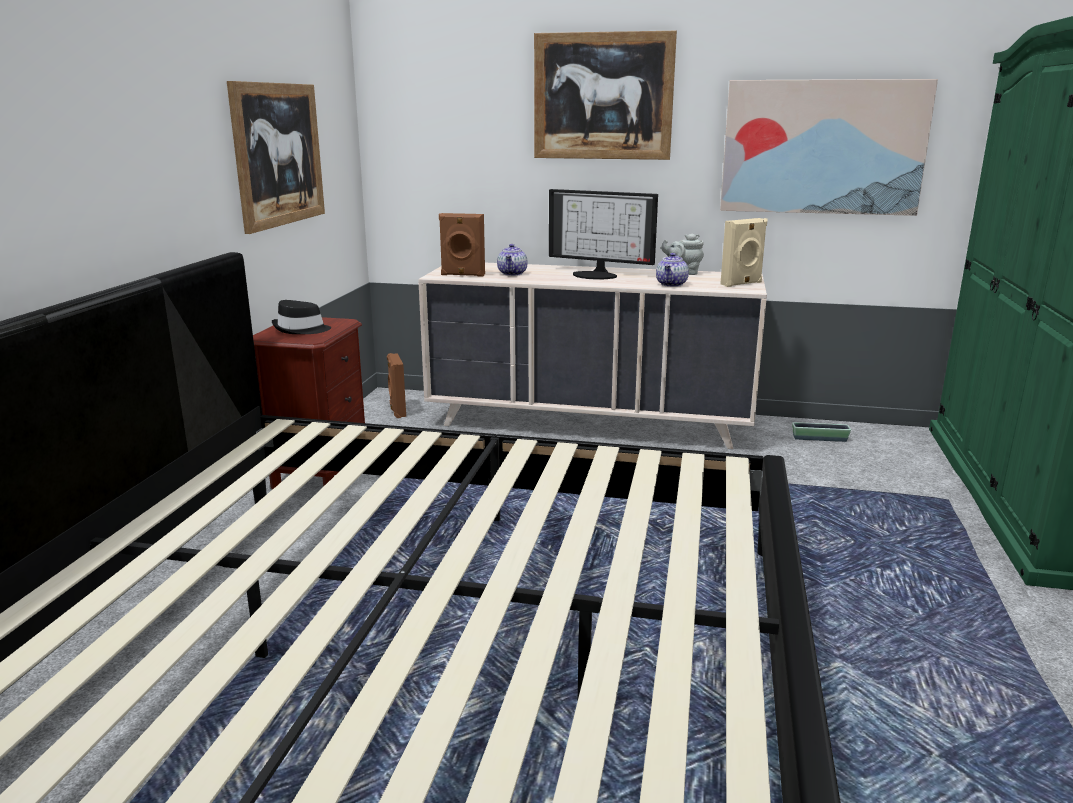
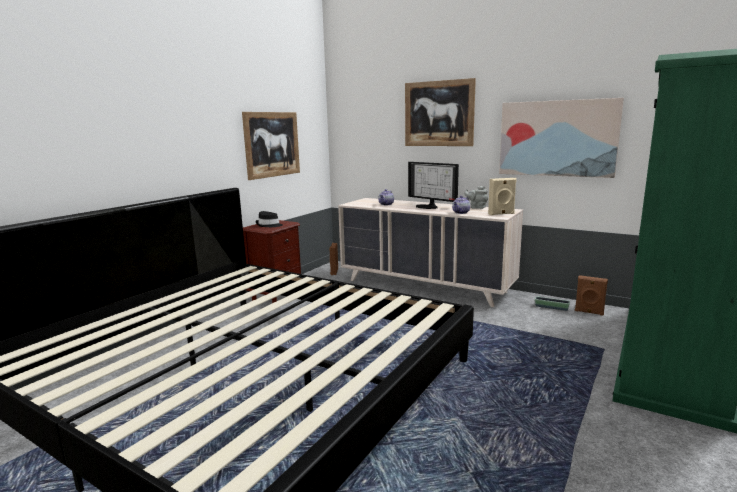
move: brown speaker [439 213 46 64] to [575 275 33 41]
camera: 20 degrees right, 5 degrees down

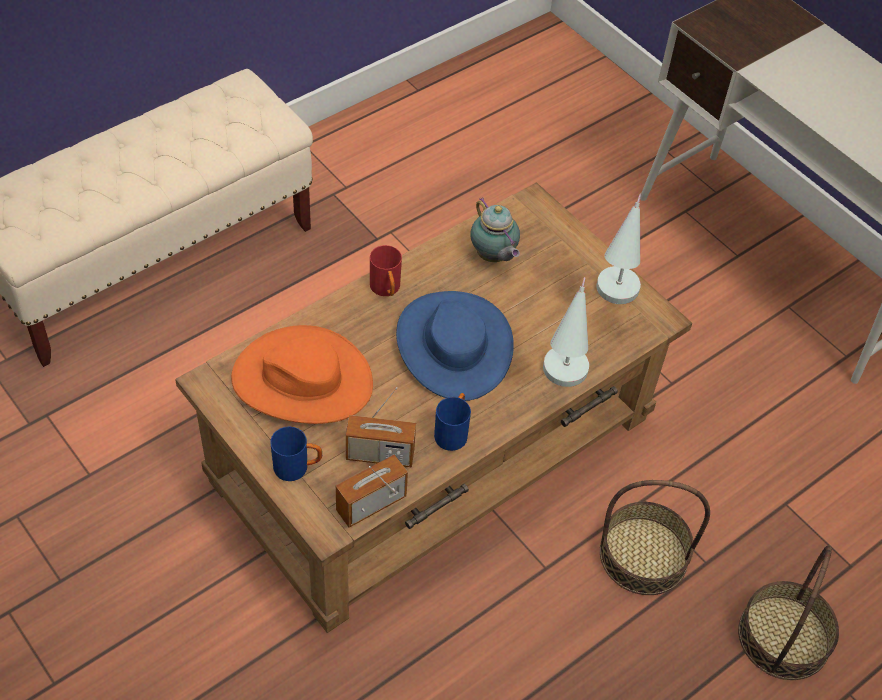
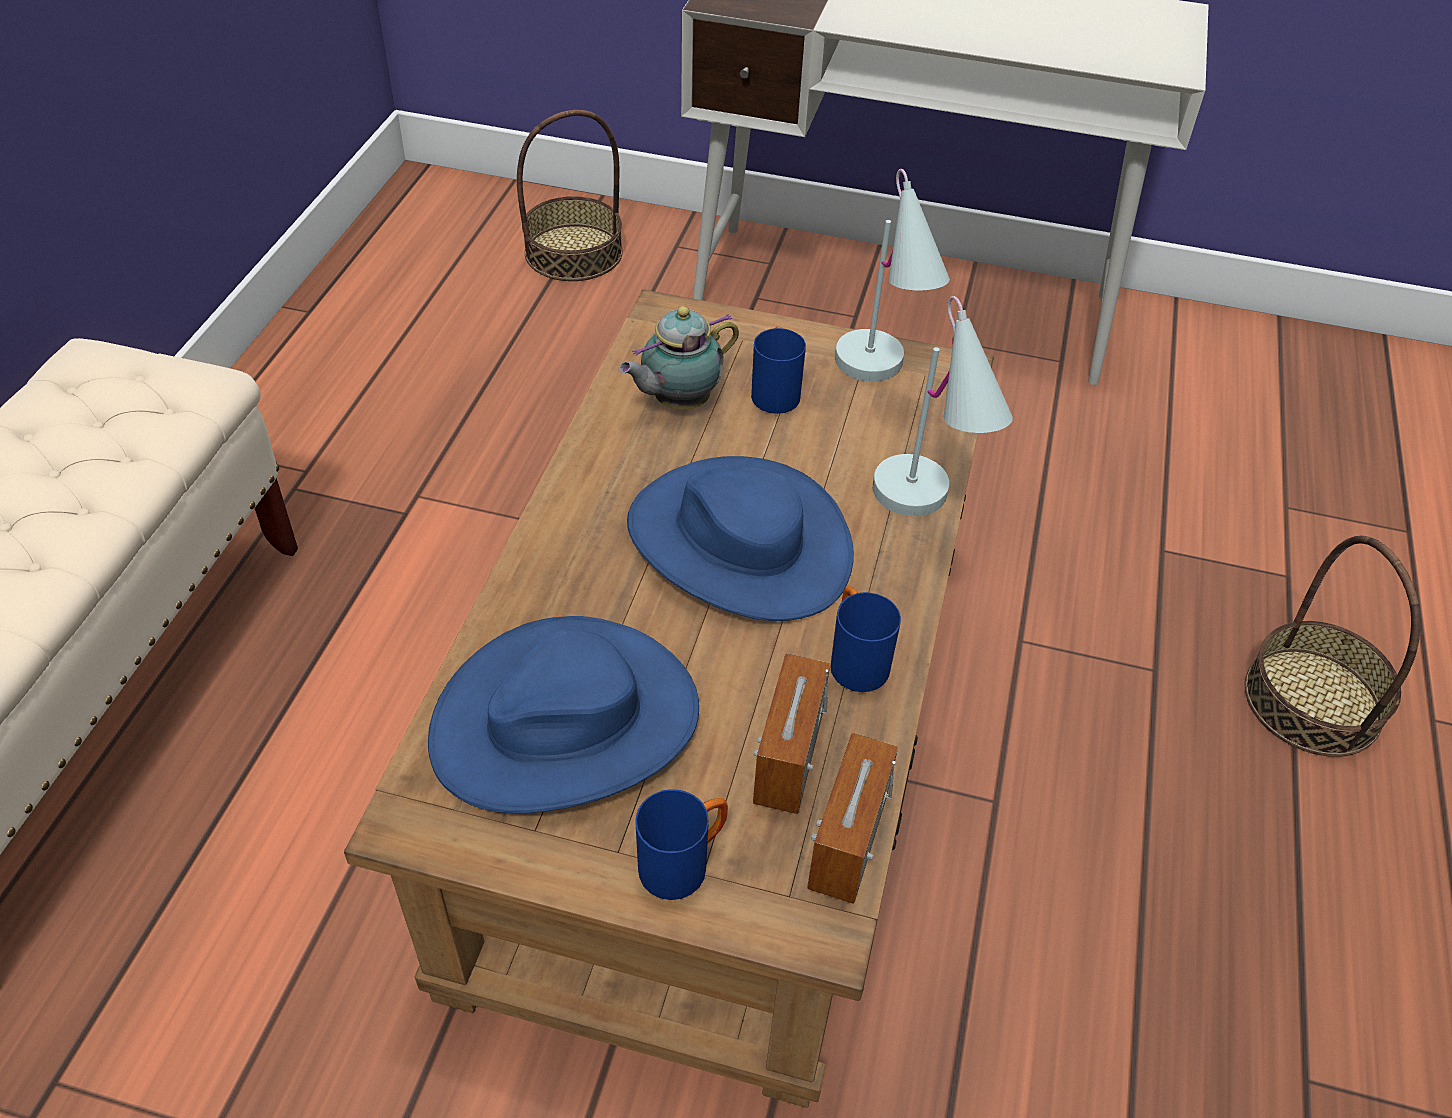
delete: red mug [370 245 32 51]
insert: blue mug [751 326 55 88]
move: basket [600 480 110 115] to [517 110 106 171]
recolor: orange hat [231 325 142 99] to blue hat [428 616 271 198]
rotate: radio [346 387 70 80] = [753 654 77 160] 135 degrees clockwise; teapot [470 198 50 64] = [619 306 120 104] 120 degrees clockwise
camera: 35 degrees left, 5 degrees down

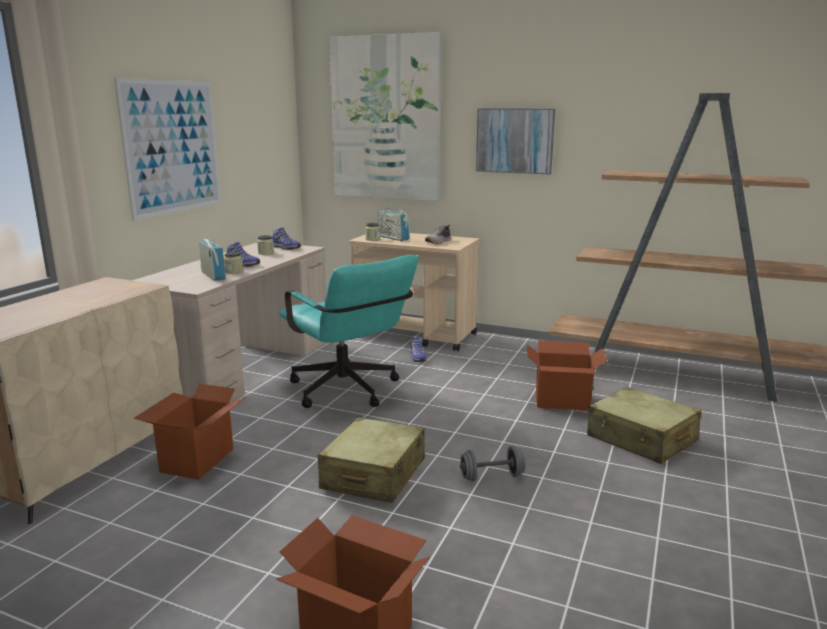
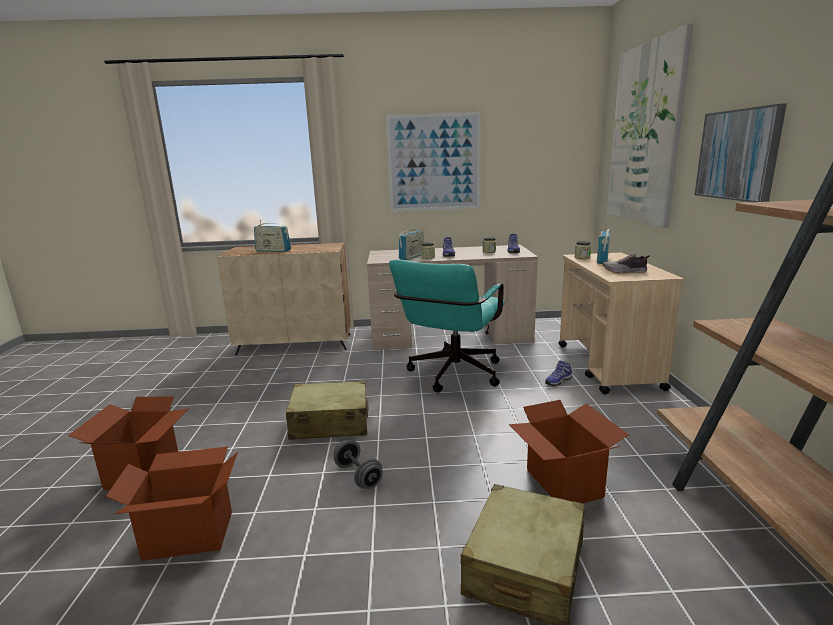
insert: radio [254 220 37 32]
move: cardboard box [134 384 112 96] to [106 447 132 114]
camera: 65 degrees right, 0 degrees up

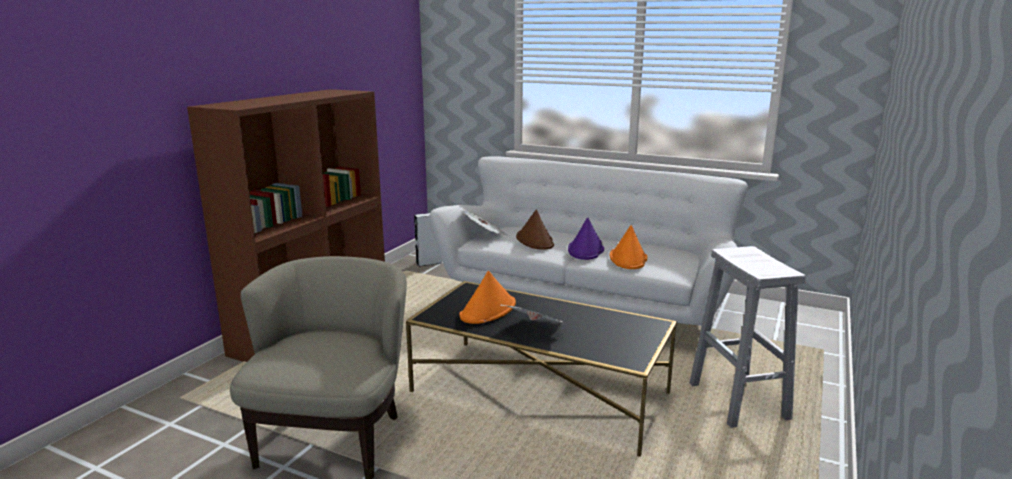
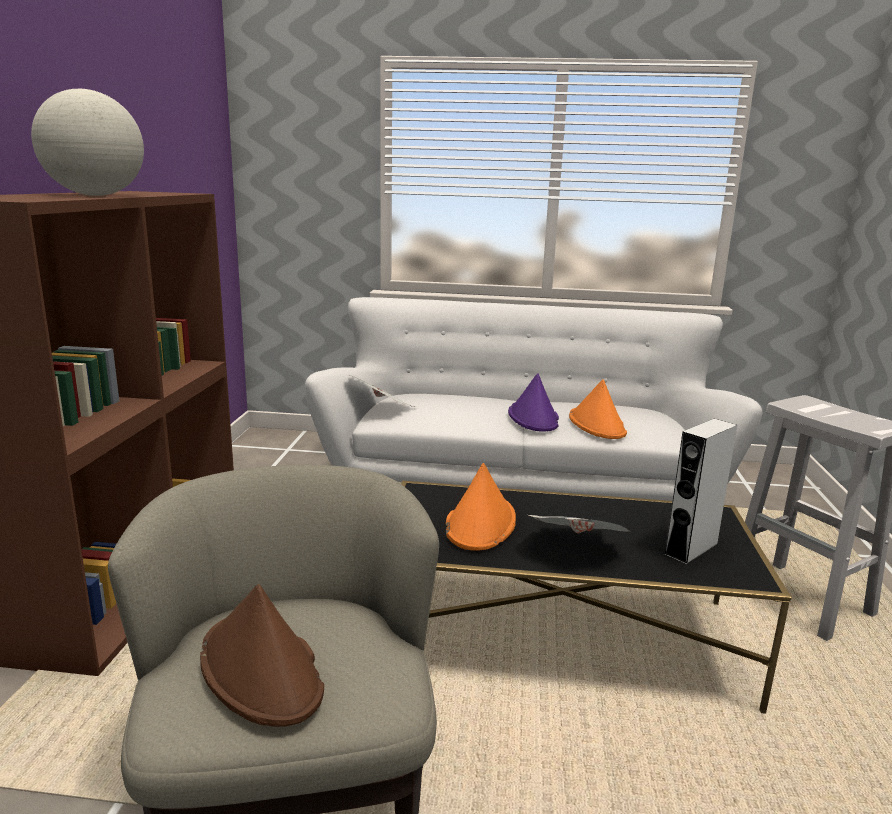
insert: globe [31 89 113 107]
move: grey speaker [414 213 28 54] to [664 419 73 146]; brown hat [516 209 38 41] to [200 584 124 143]
camera: 20 degrees left, 0 degrees up

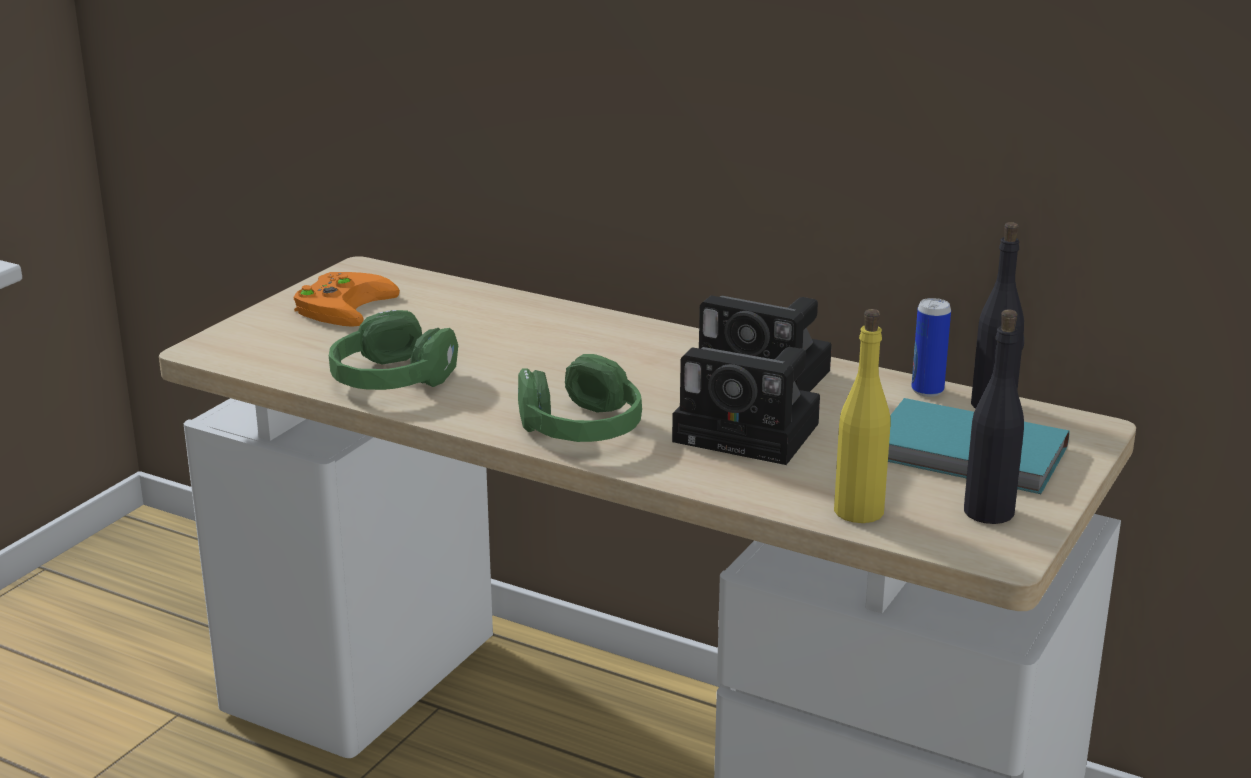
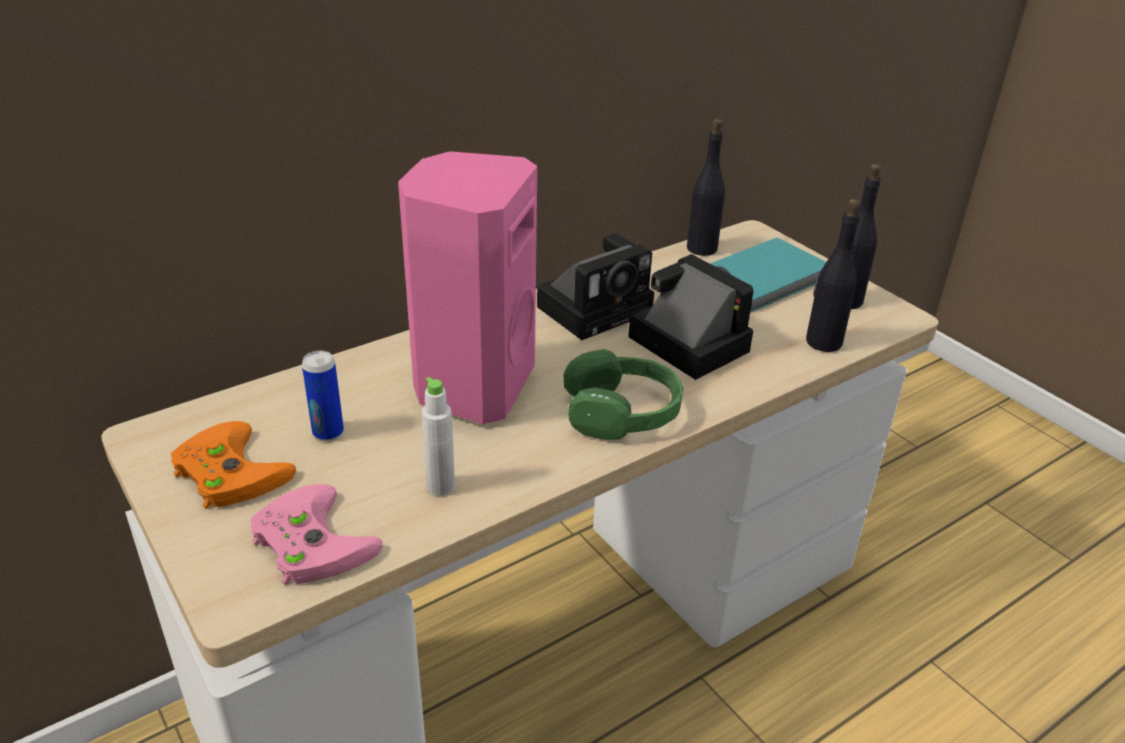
insert: pink game controller [251 484 132 101]; pink speaker [398 151 139 273]
move: can [911 298 40 99] to [302 351 42 90]
replace: green headphones [329 310 129 80] to white bottle [422 377 33 119]
recolor: yellow bottle [834 309 57 214] to black bottle [806 199 54 153]
rotate: photo camera [672 347 148 118] = [628 254 126 126] 90 degrees counterclockwise
camera: 65 degrees left, 10 degrees up

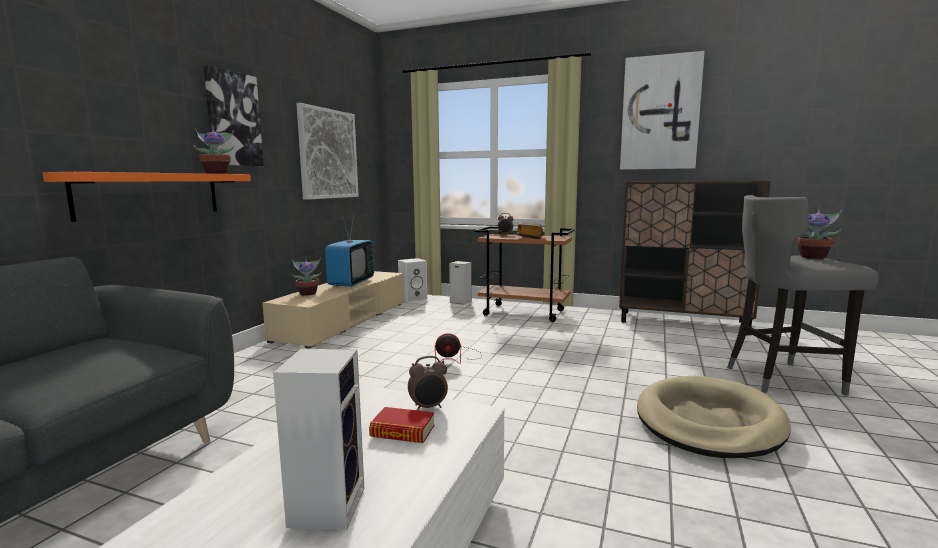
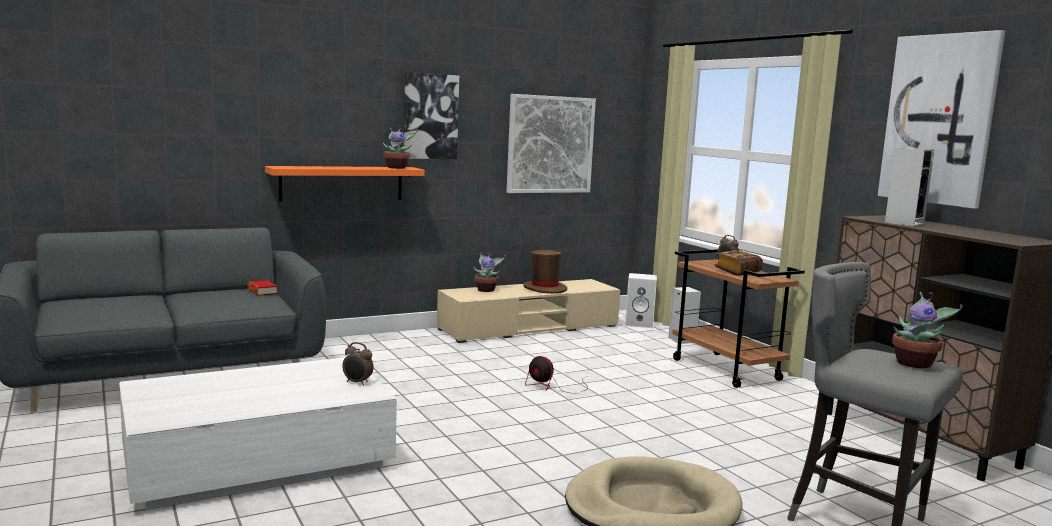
move: speaker [273 349 91 181] to [885 148 49 78]; book [369 407 65 36] to [247 280 30 16]
replace: television [325 214 49 73] to brown hat [523 250 44 44]
camera: 40 degrees right, 0 degrees up

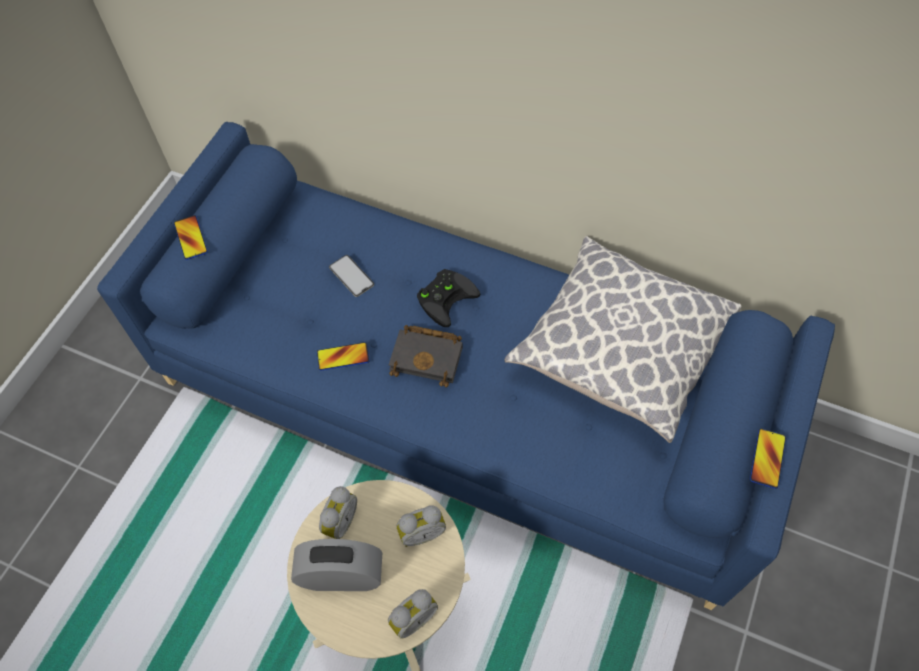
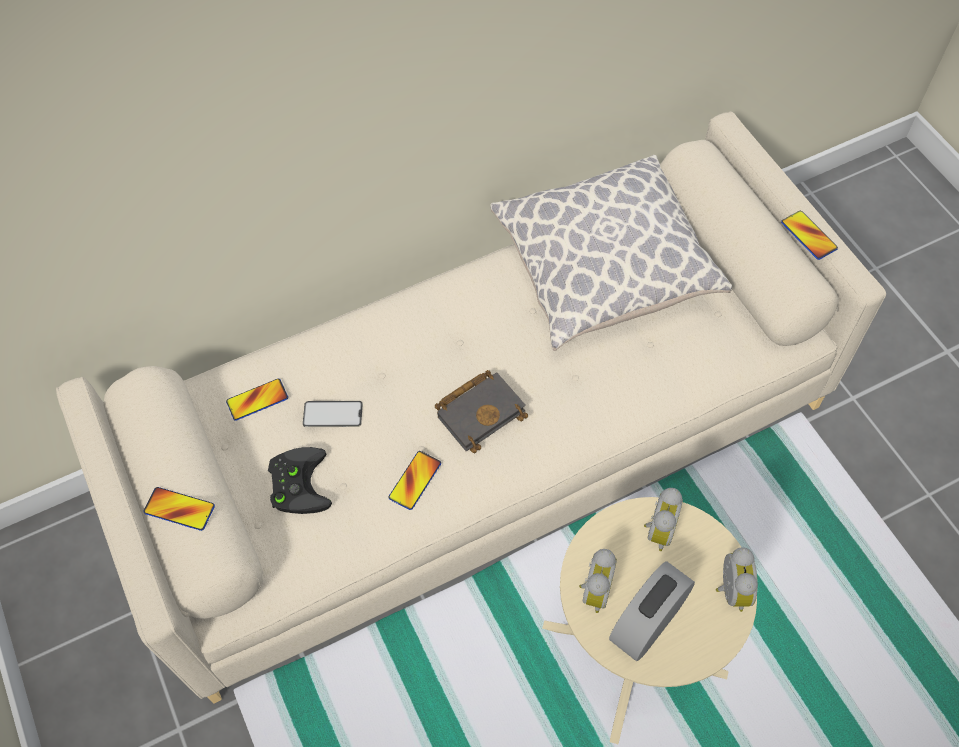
insert: phone [226 379 62 42]
move: black game controller [417 269 63 58] to [268 447 64 67]
recolor: blue sofa [97 122 738 488] to beige sofa [56 112 830 592]
rotate: alarm clock [319 486 38 53] = [579 549 38 64] 45 degrees clockwise
camera: 50 degrees left, 0 degrees up

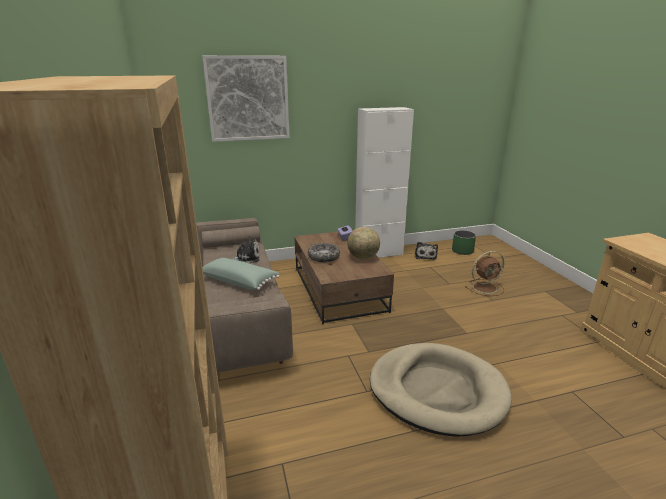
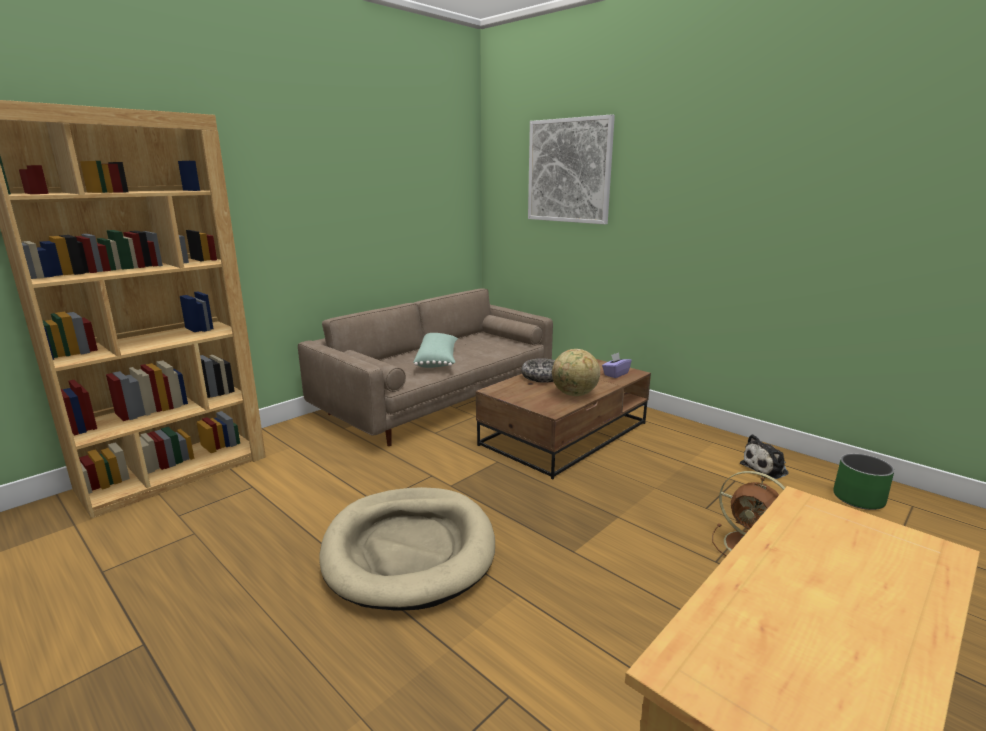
delete: plush toy [230 236 30 28]; white cabinet [355 107 59 151]
camera: 60 degrees right, 5 degrees down

